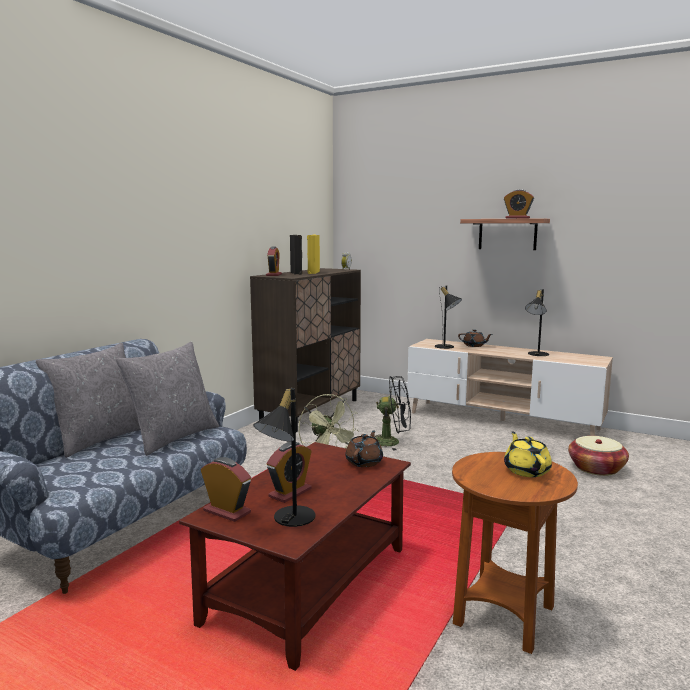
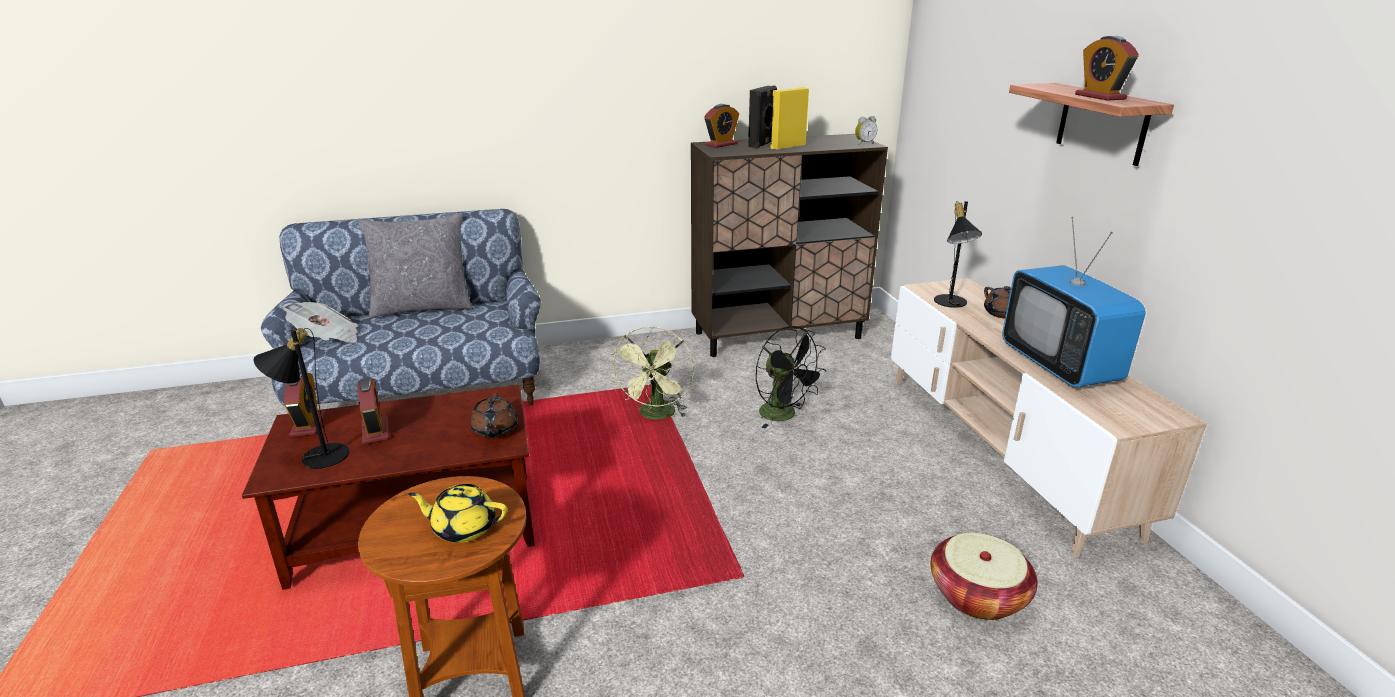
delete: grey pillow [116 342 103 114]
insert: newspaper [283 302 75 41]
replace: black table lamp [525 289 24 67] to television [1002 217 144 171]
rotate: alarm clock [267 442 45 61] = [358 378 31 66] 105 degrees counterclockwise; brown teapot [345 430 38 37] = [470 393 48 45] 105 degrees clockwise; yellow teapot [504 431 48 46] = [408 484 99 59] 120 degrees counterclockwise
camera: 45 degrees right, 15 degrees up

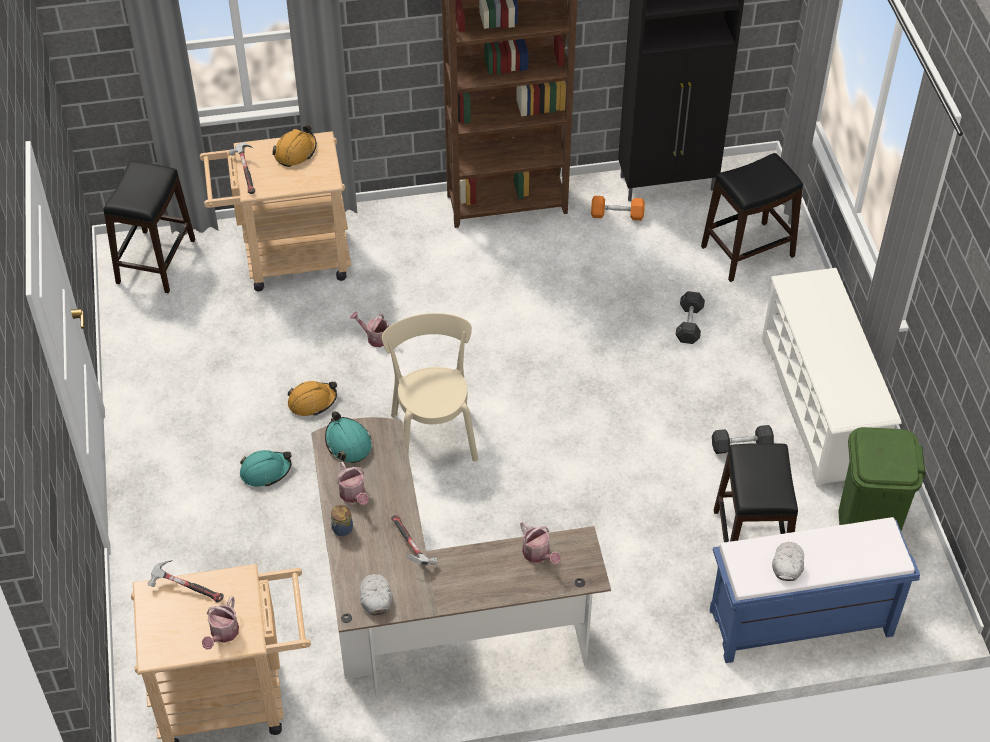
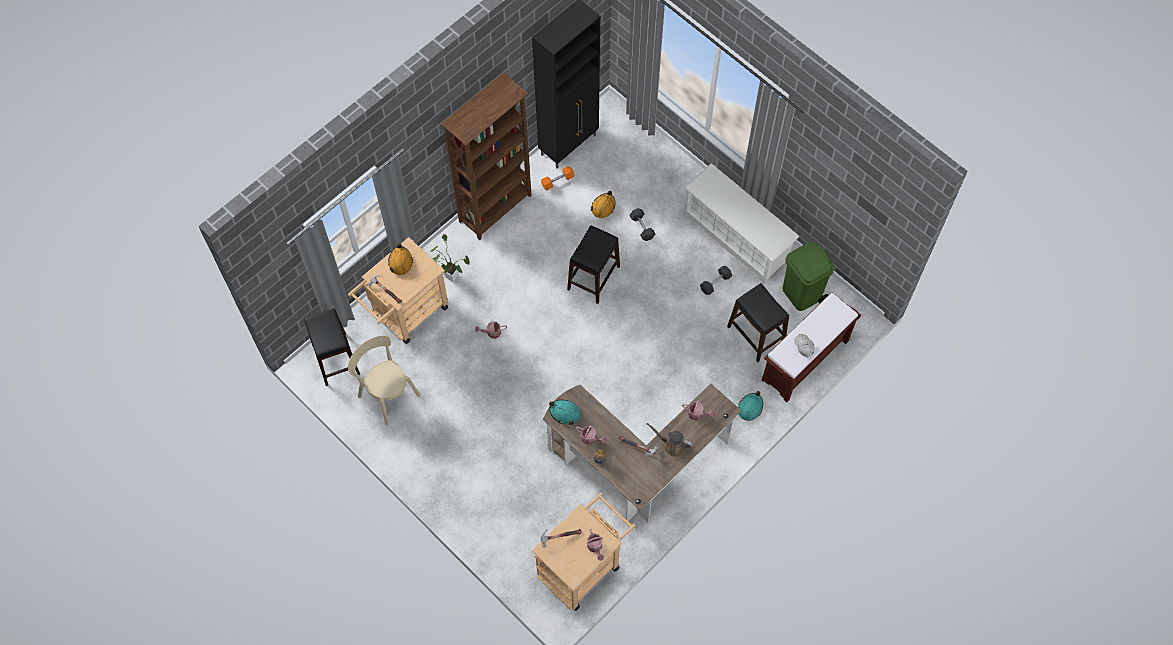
delete: white cap [360 574 33 41]
insert: potted plant [431 234 39 48]; brown watering can [647 423 46 34]
move: turquoise hard hat [240 450 52 37] to [738 391 25 30]; orange hard hat [288 381 49 35] to [591 191 24 27]; beige chair [382 313 96 149] to [348 336 72 89]; black stool [701 153 102 129] to [567 225 53 79]
recolor: blue bench [710 517 210 146] to brown bench [762 292 99 110]
camera: 35 degrees left, 15 degrees up

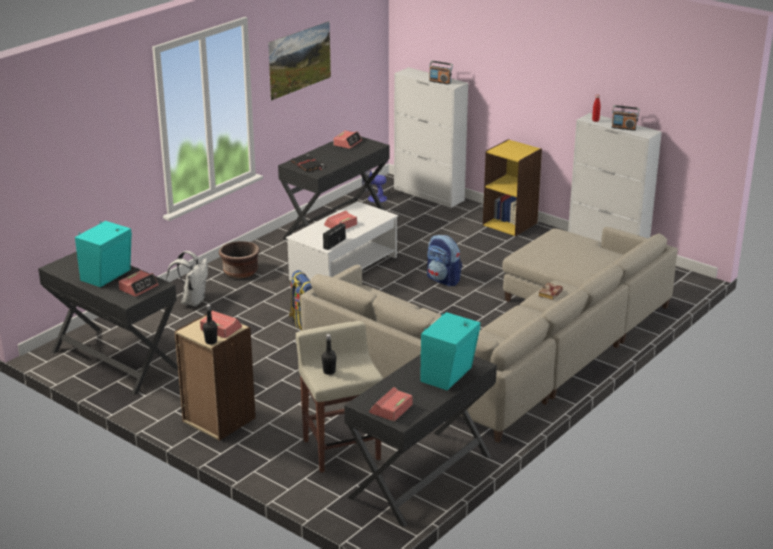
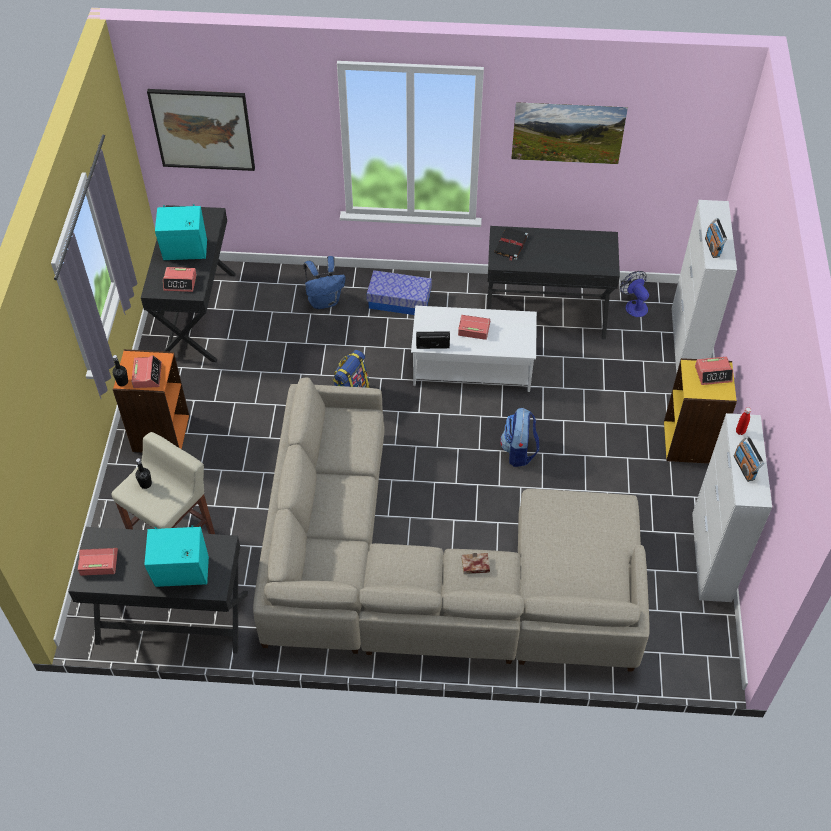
insert: picture [147 89 108 82]
move: alarm clock [333 131 29 18] to [695 357 38 28]
replace: brown planter [219 241 41 38] to storage box [367 270 65 45]
recolor: white backpack [166 251 42 56] to blue backpack [303 256 42 53]; beige bookcase [174 314 82 127] to orange bookcase [113 349 76 104]
camera: 55 degrees right, 25 degrees up

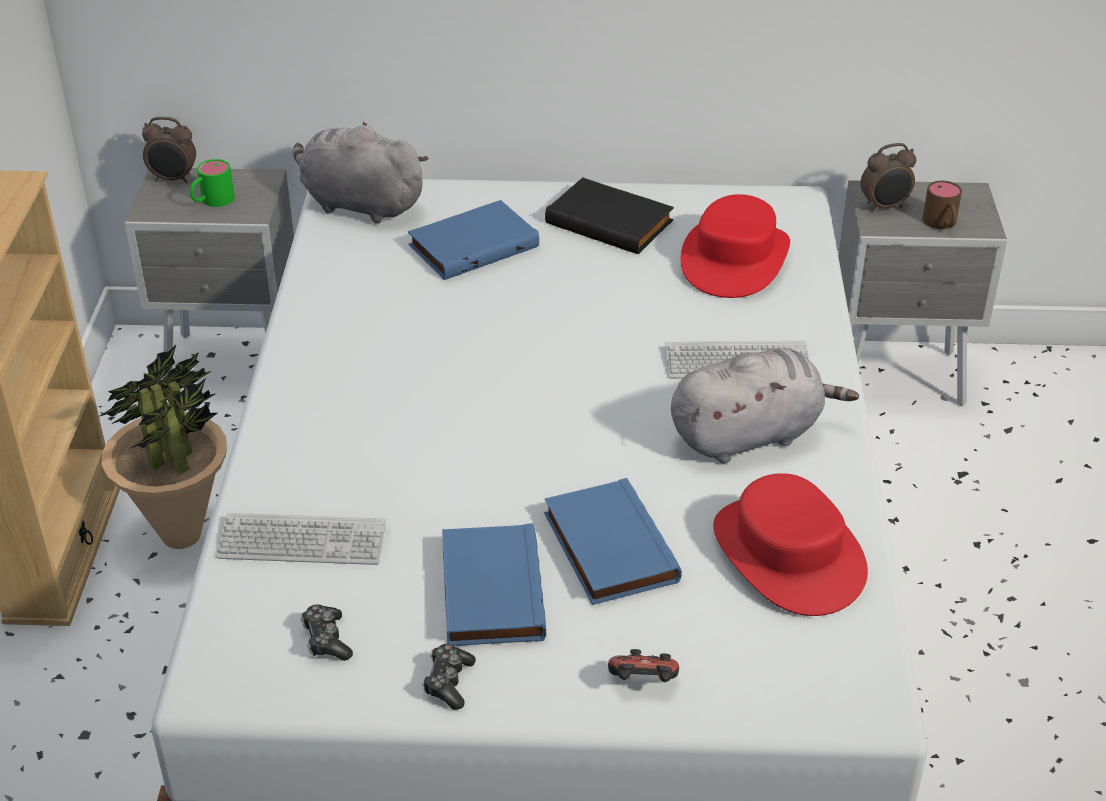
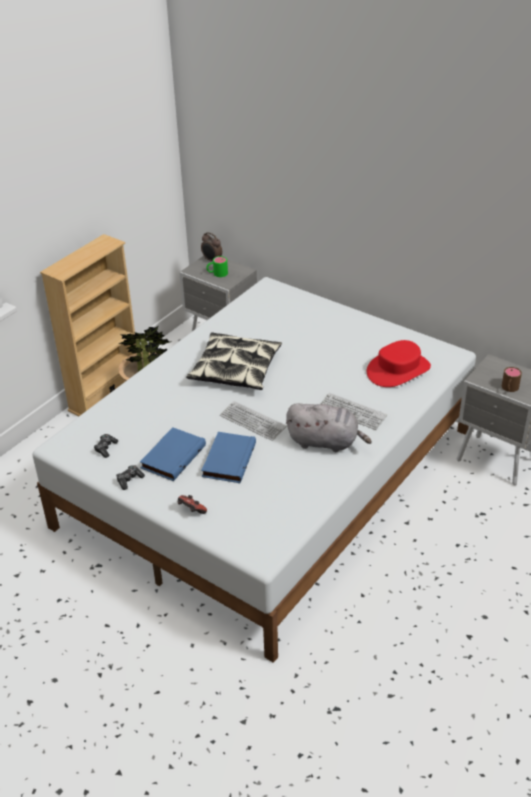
delete: grey plush toy [293 122 136 102]; blue book [408 200 131 80]; black book [545 177 129 77]; red hat [713 473 155 143]; alarm clock [860 143 56 69]
insert: pillow [186 332 96 58]
move: keyboard [216 513 170 52] to [220 401 67 40]
camera: 35 degrees right, 0 degrees up

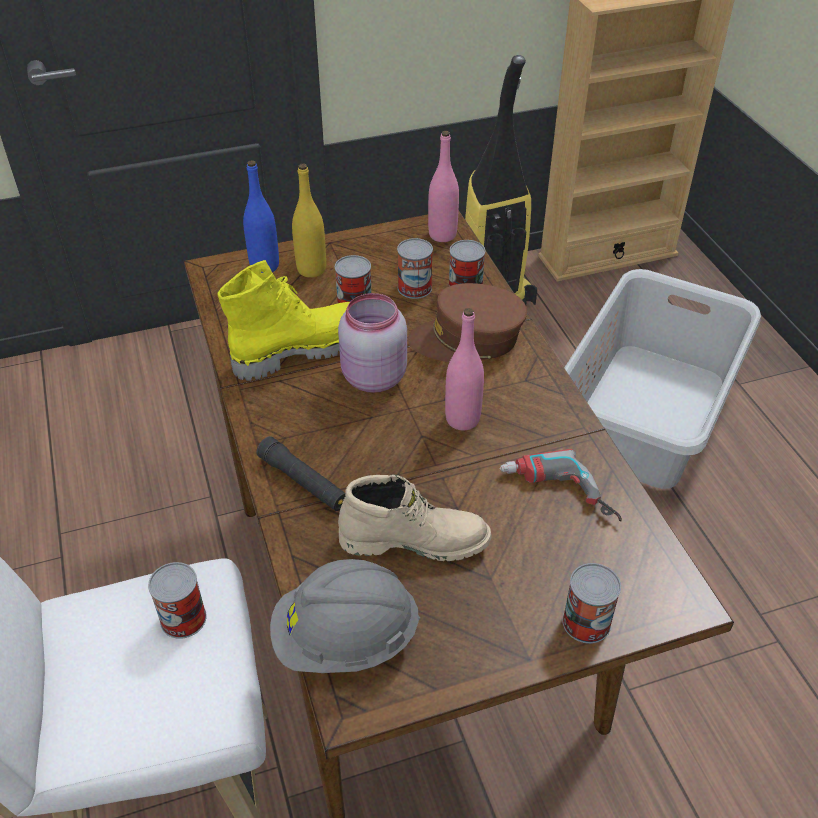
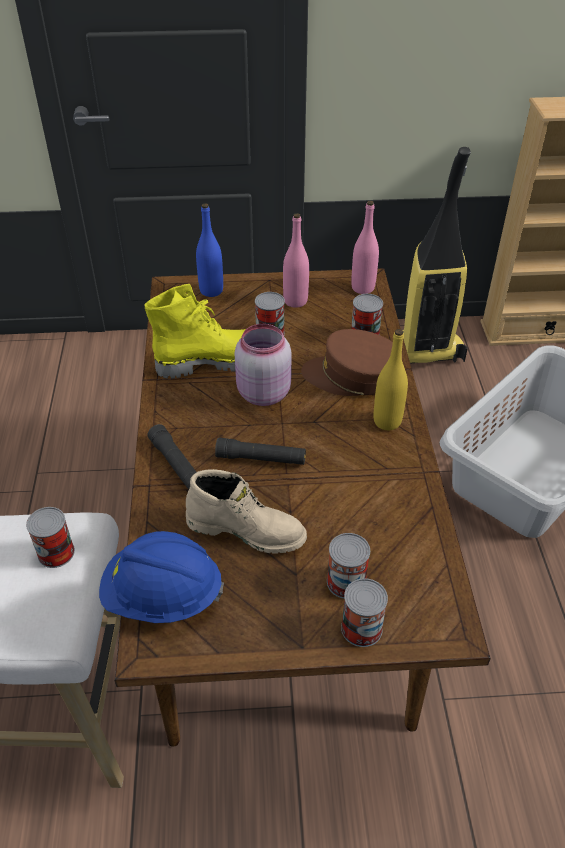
delete: power drill [499 449 123 72]
insert: black flashlight [215 438 91 27]
move: yellow bottle [292 163 34 115] to [373 329 35 101]; can [397 238 36 61] to [327 533 43 66]; pink bottle [445 308 39 122] to [283 213 26 95]
recolor: grey hard hat [270 559 150 114] to blue hard hat [99 531 125 92]
camera: 15 degrees right, 0 degrees up

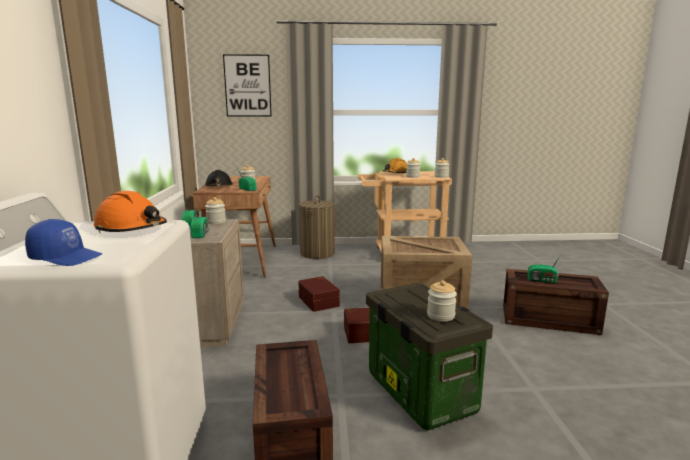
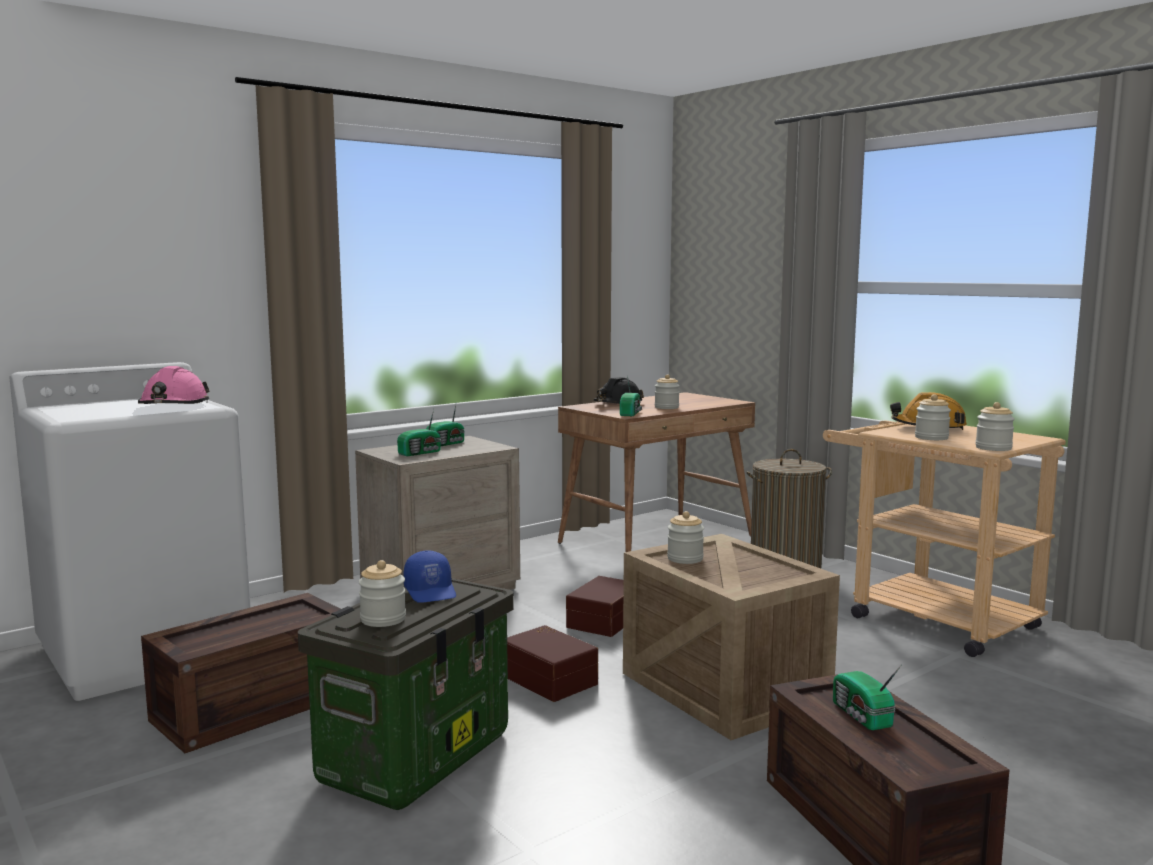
delete: picture [223 54 49 62]
move: blue cap [25 219 77 47] to [403 550 53 53]; jar [205 197 21 27] to [667 511 37 53]
recolor: orange hard hat [94 191 73 42] to pink hard hat [138 366 72 38]
camera: 55 degrees right, 5 degrees down

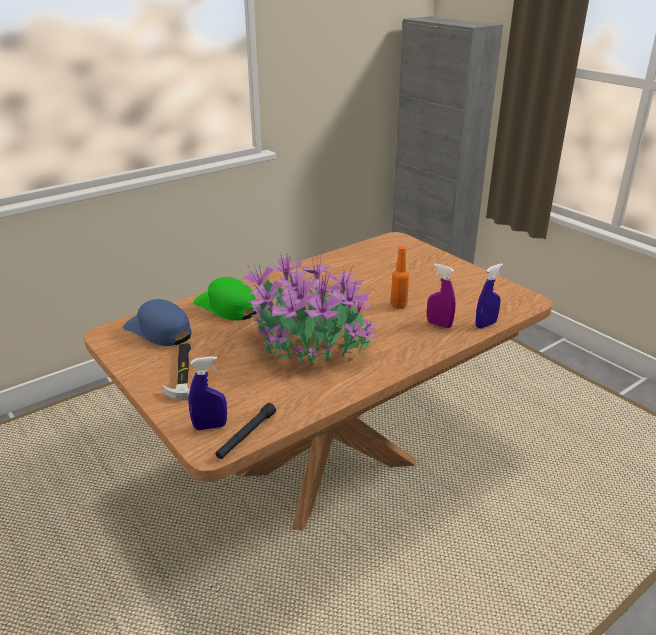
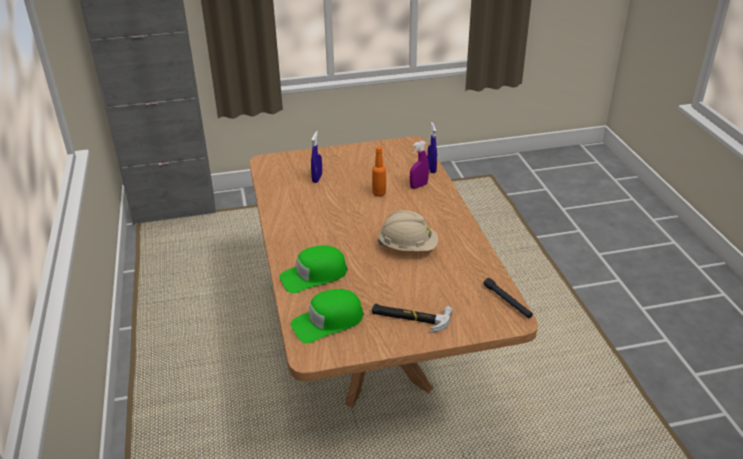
move: blue spray bottle [188 356 39 74] to [311 131 11 52]
replace: potted plant [242 253 135 112] to beige hard hat [377 210 61 41]
recolor: blue cap [123 299 69 47] to green cap [291 289 73 55]
camera: 65 degrees left, 5 degrees up

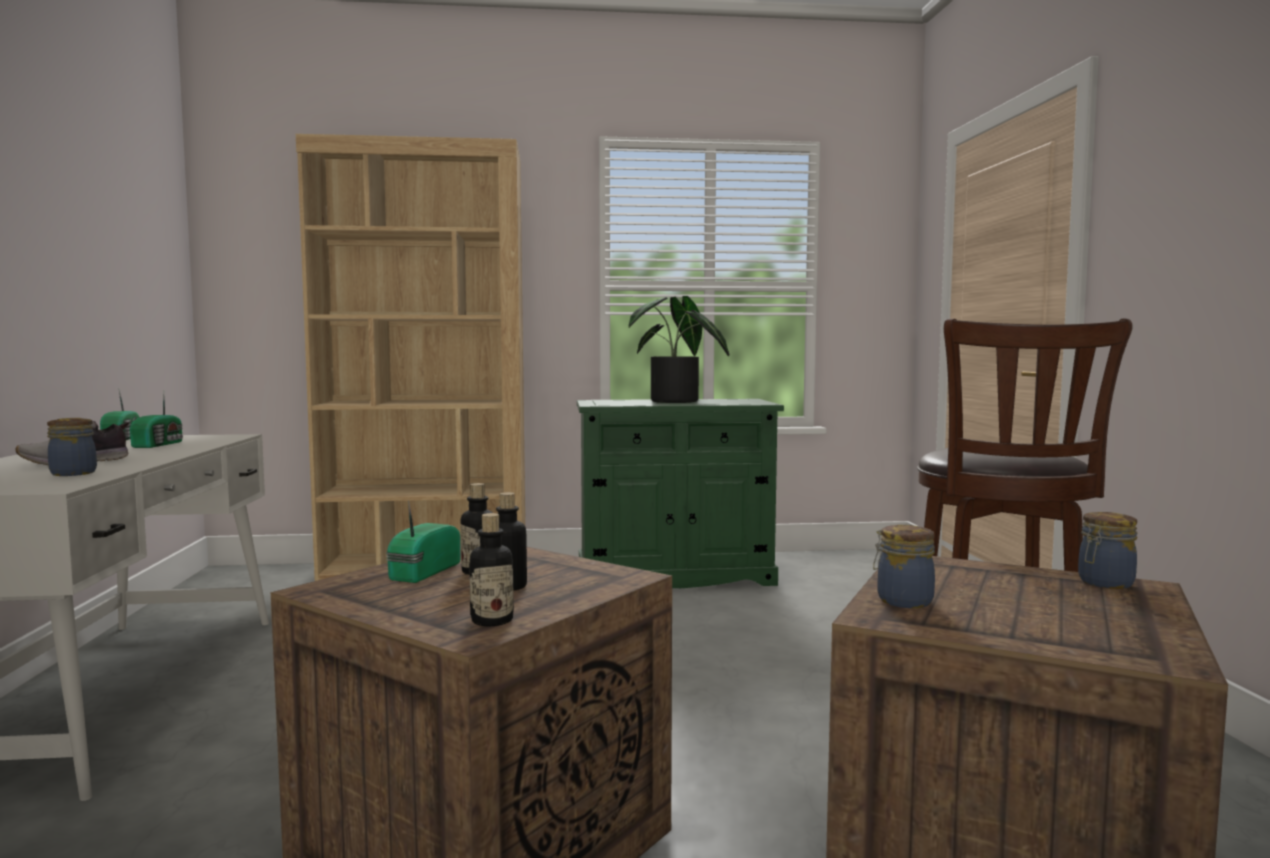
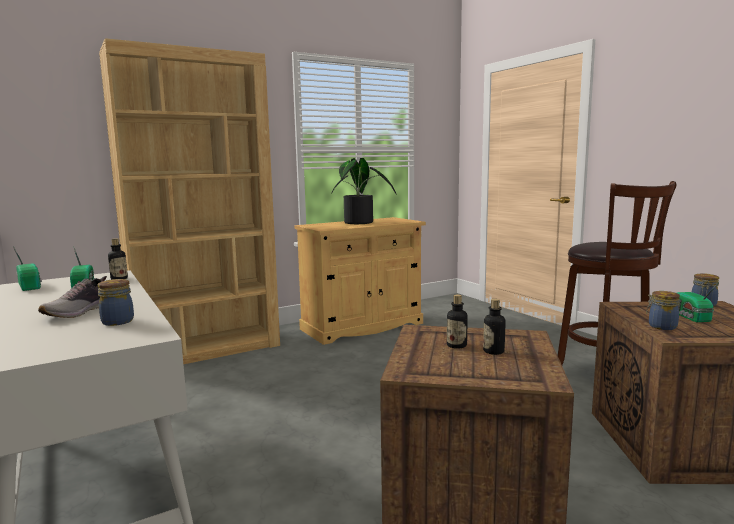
move: radio [386 500 75 83] to [677 281 43 41]; bottle [469 513 45 113] to [108 238 20 41]
recolor: green cabinet [577 399 207 189] to beige cabinet [295 217 131 128]
camera: 25 degrees left, 5 degrees up

